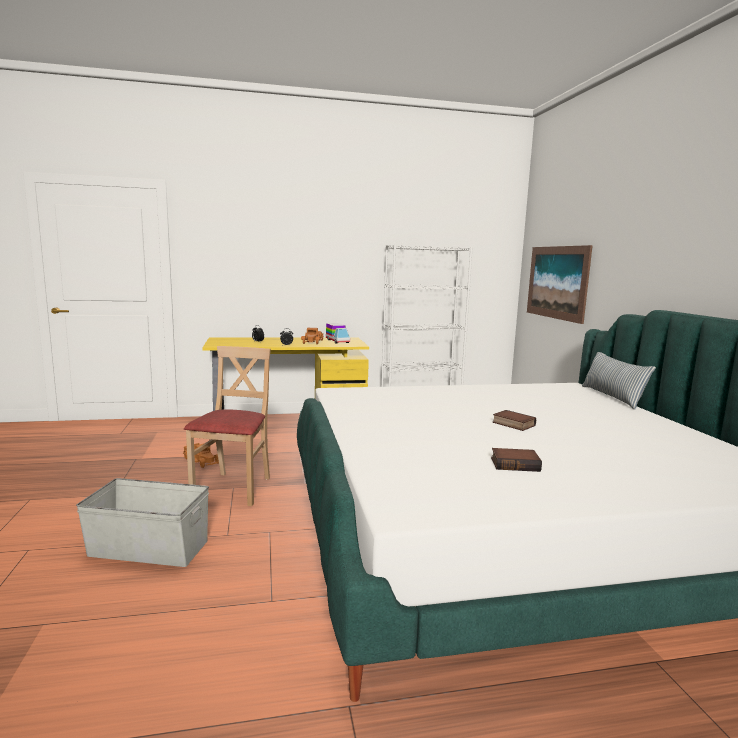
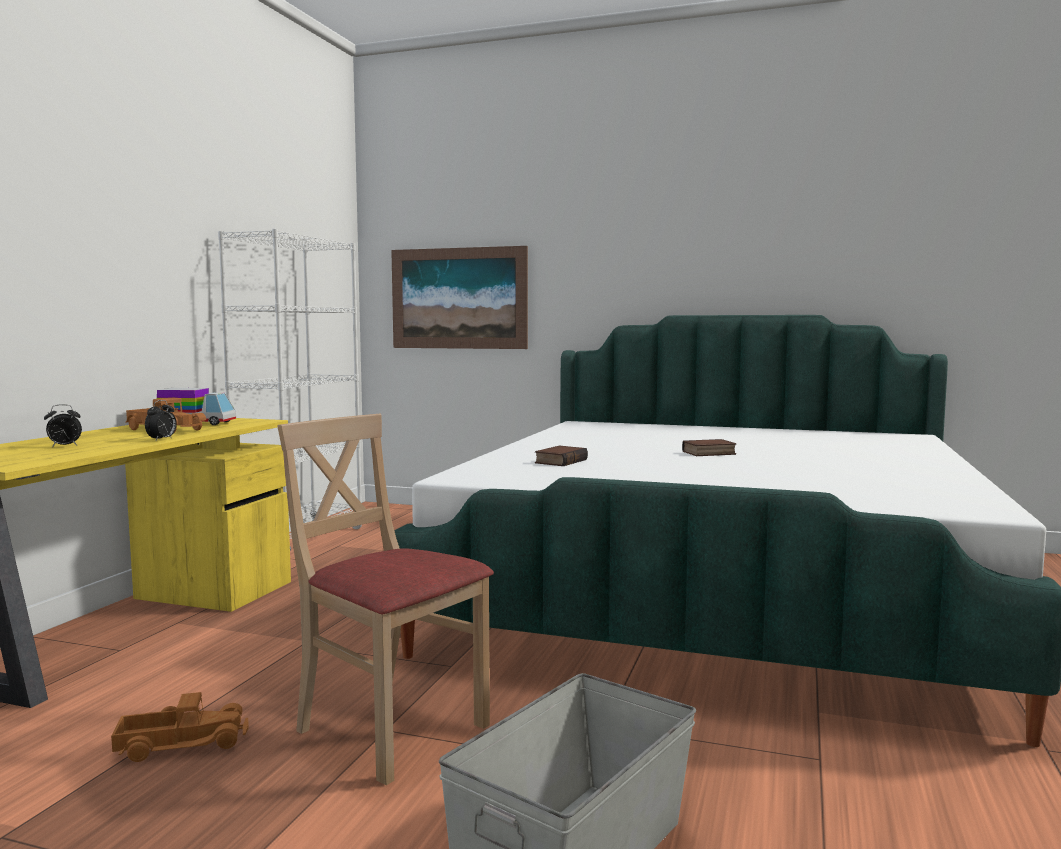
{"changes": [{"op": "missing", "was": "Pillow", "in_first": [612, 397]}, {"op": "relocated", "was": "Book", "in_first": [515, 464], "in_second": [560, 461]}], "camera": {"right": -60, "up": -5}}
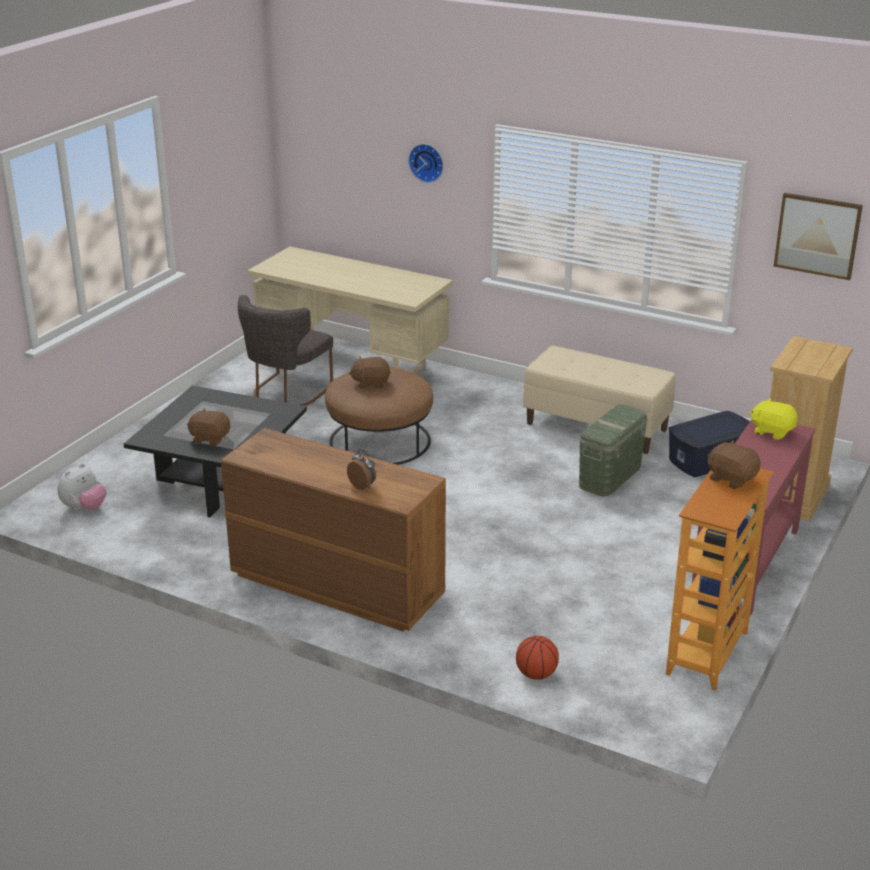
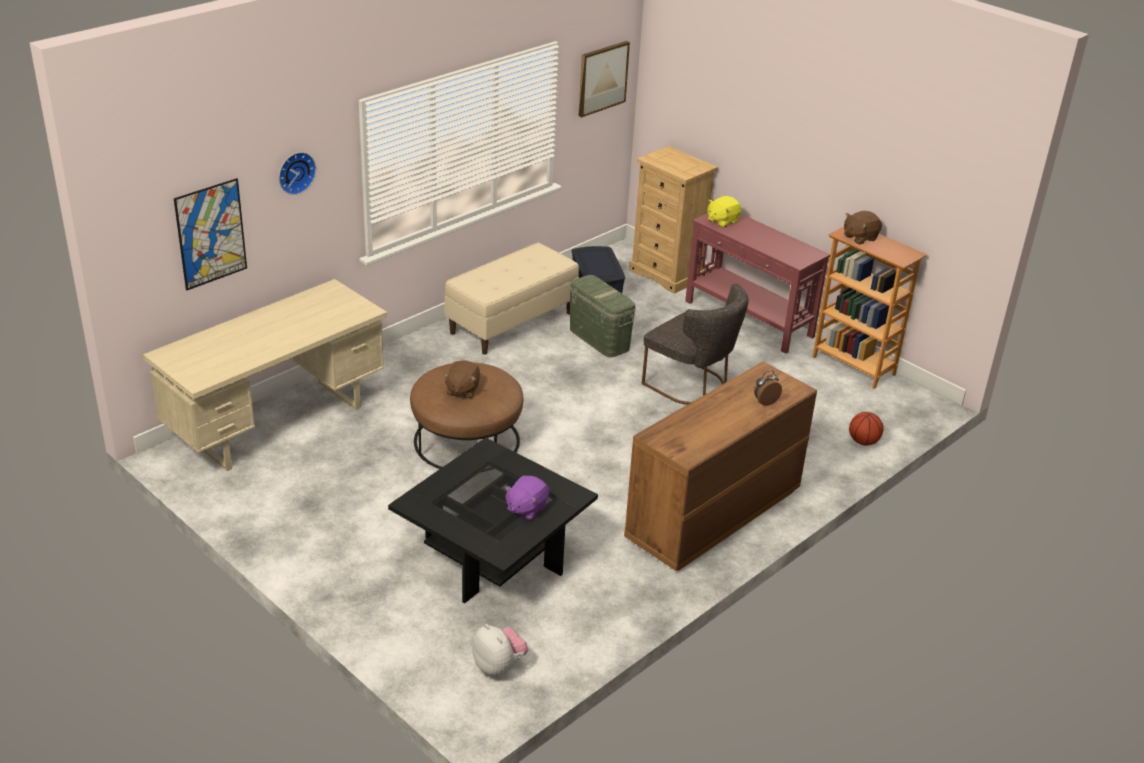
{"changes": [{"op": "relocated", "was": "GreyChair", "in_first": [286, 394], "in_second": [692, 386]}, {"op": "colour", "was": "BrownPlushToy", "now": "PurplePlushToy", "in_first": [210, 439], "in_second": [526, 508]}, {"op": "appeared", "now": "Picture", "in_second": [211, 234]}], "camera": {"right": -75, "up": 5}}
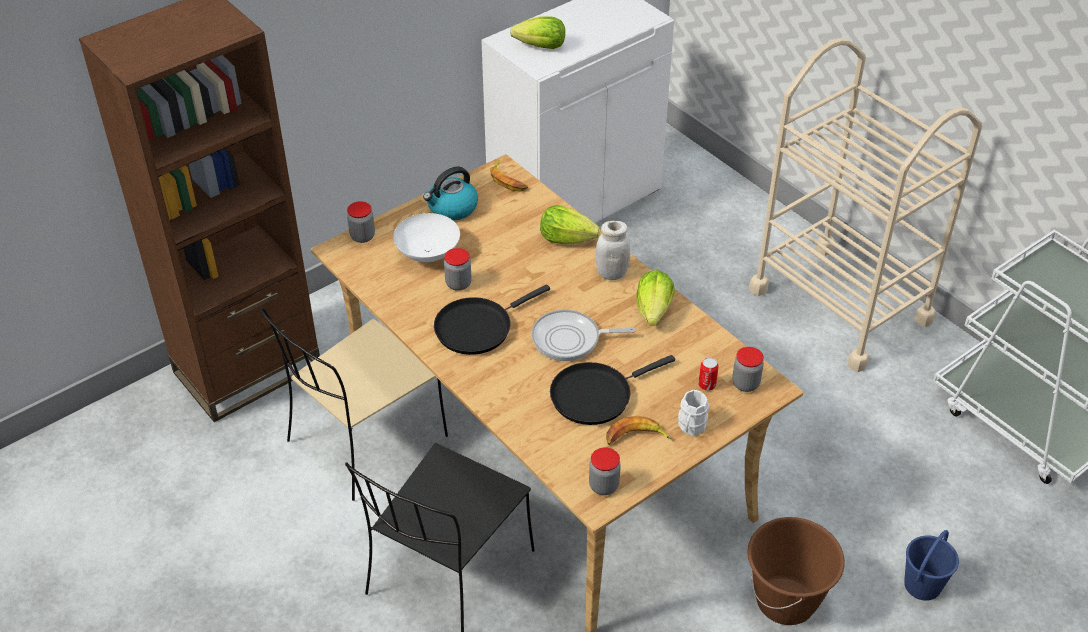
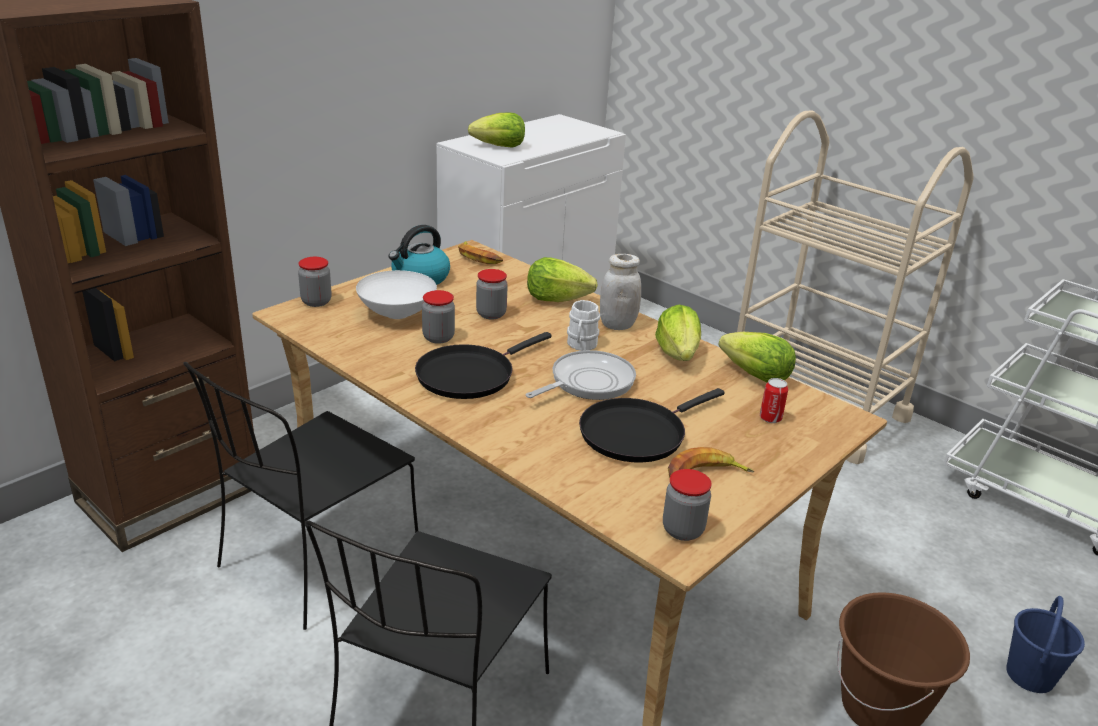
{"changes": [{"op": "colour", "was": "BeigeChair", "now": "BlackChair", "in_first": [364, 441], "in_second": [316, 561]}, {"op": "spun", "was": "FryingPan", "in_first": [570, 339], "in_second": [588, 382], "clockwise": 150}, {"op": "relocated", "was": "Jar", "in_first": [745, 384], "in_second": [491, 314]}, {"op": "relocated", "was": "WhiteMug", "in_first": [690, 427], "in_second": [581, 345]}, {"op": "appeared", "now": "Lettuce", "in_second": [755, 376]}], "camera": {"right": -10, "up": -15}}
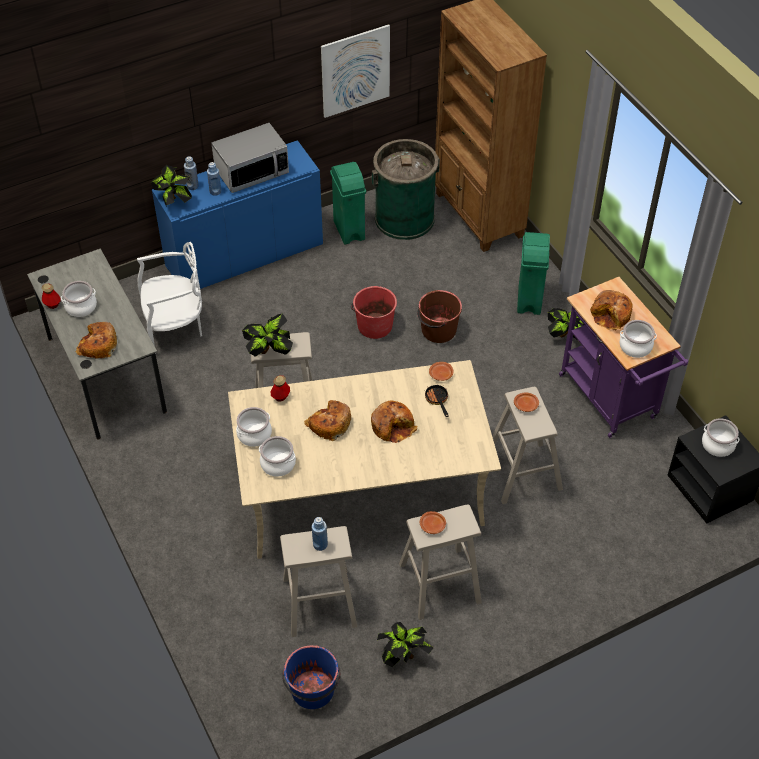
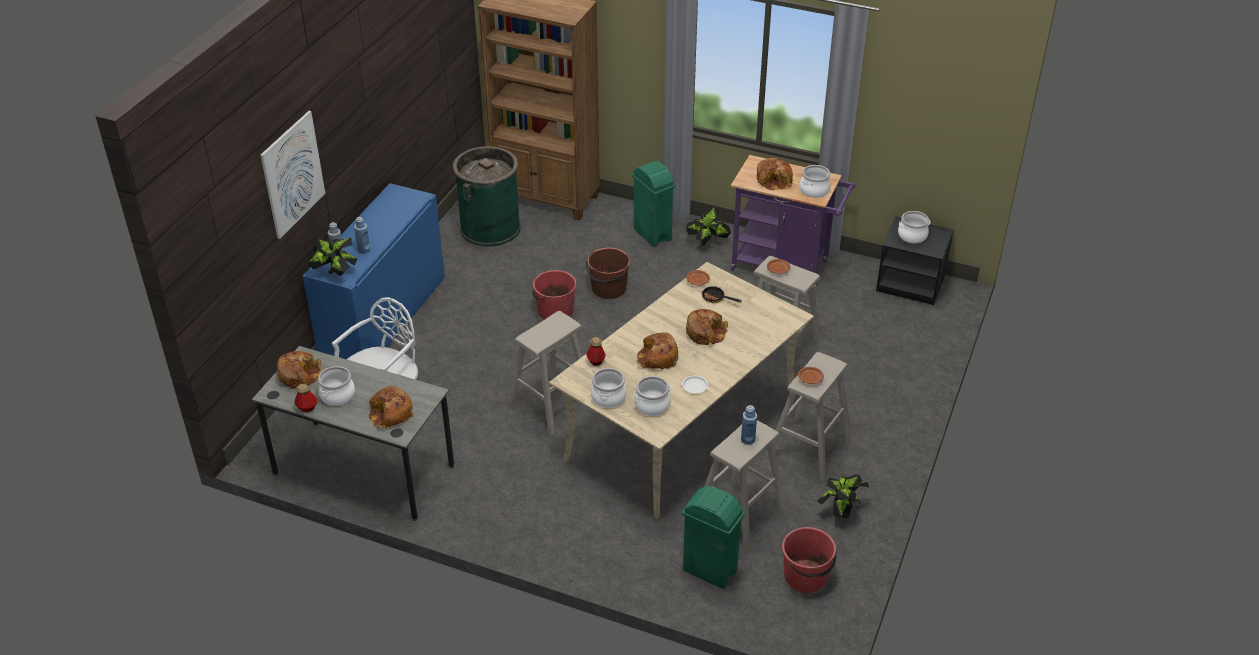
{"changes": [{"op": "relocated", "was": "Picture", "in_first": [355, 71], "in_second": [293, 174]}, {"op": "missing", "was": "Microwave", "in_first": [252, 172]}, {"op": "relocated", "was": "GreenTrashCan", "in_first": [349, 231], "in_second": [710, 571]}, {"op": "missing", "was": "PottedPlant", "in_first": [269, 352]}, {"op": "colour", "was": "BlueBucket", "now": "RedBucket", "in_first": [313, 690], "in_second": [806, 577]}, {"op": "appeared", "now": "Bread", "in_second": [299, 374]}, {"op": "appeared", "now": "WhitePlate", "in_second": [694, 386]}], "camera": {"right": -40, "up": -10}}
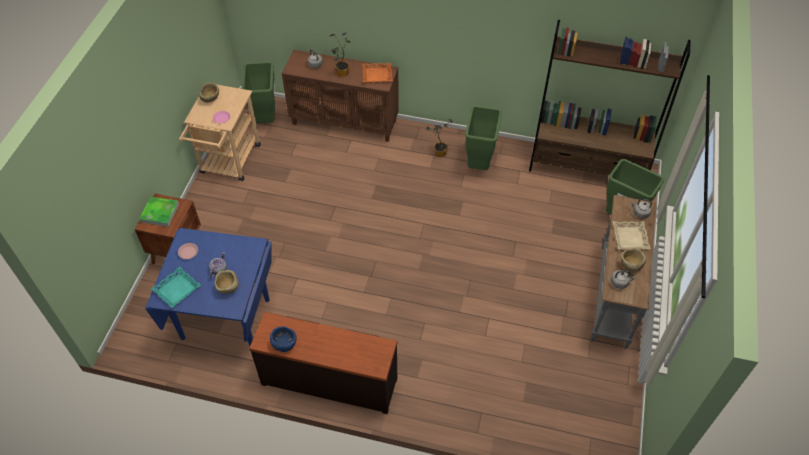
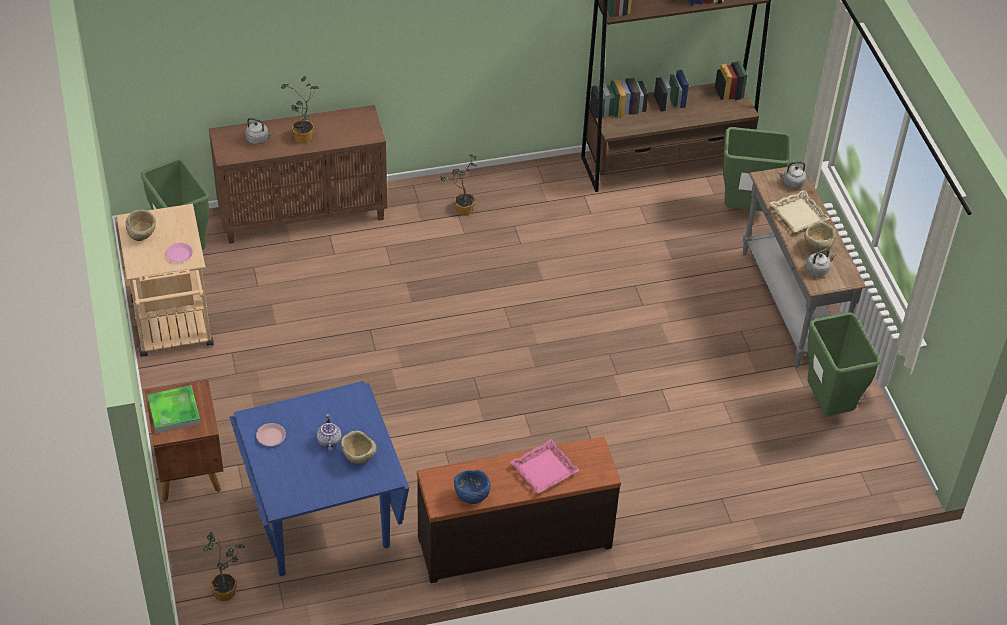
{"changes": [{"op": "missing", "was": "OrangeTray", "in_first": [377, 75]}, {"op": "relocated", "was": "GreenTrashCan", "in_first": [479, 165], "in_second": [828, 406]}, {"op": "missing", "was": "TurquoiseTray", "in_first": [177, 289]}, {"op": "appeared", "now": "PinkTray", "in_second": [544, 470]}, {"op": "appeared", "now": "PottedPlant", "in_second": [227, 590]}], "camera": {"right": -30, "up": -5}}
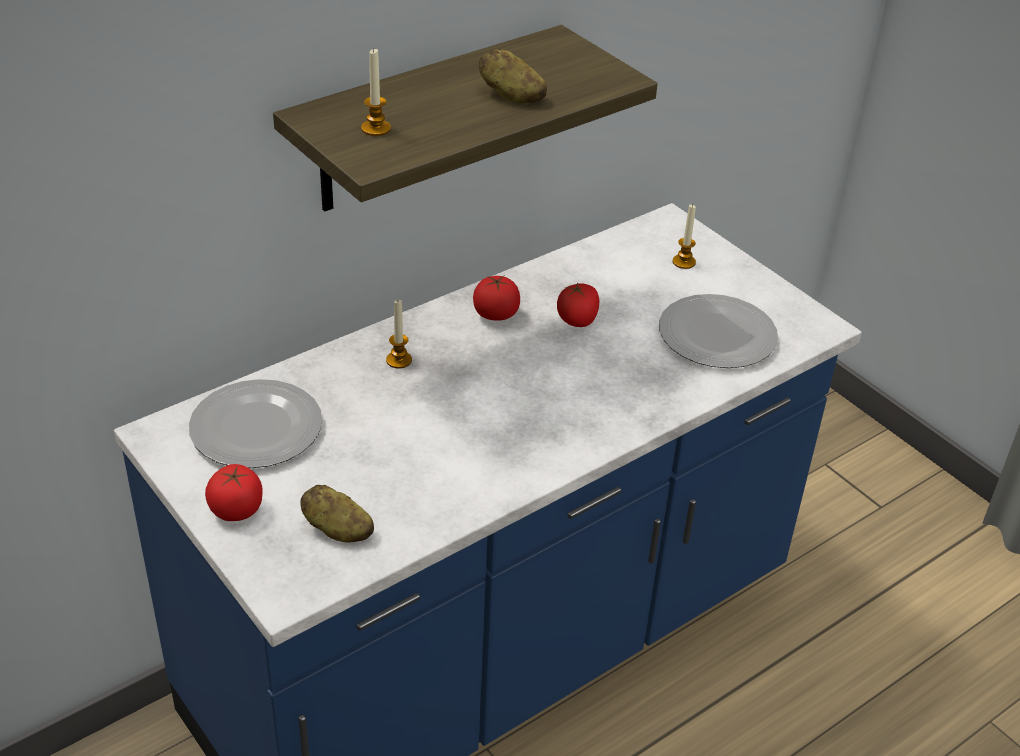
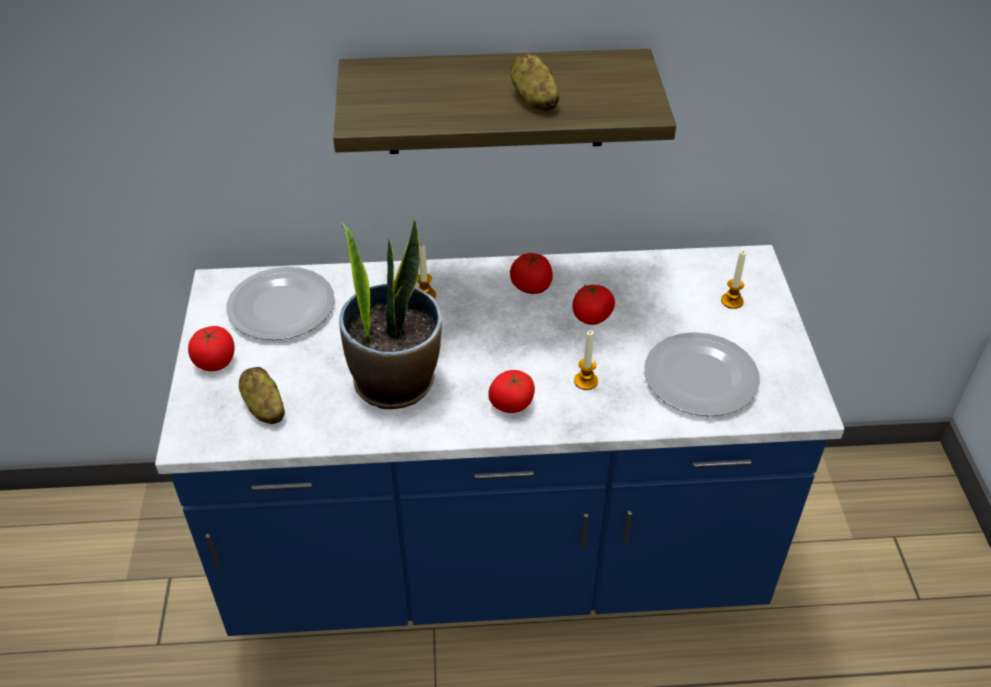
{"changes": [{"op": "relocated", "was": "Candle", "in_first": [376, 128], "in_second": [585, 381]}, {"op": "appeared", "now": "PottedPlant", "in_second": [395, 381]}, {"op": "appeared", "now": "Tomato", "in_second": [511, 404]}], "camera": {"right": 35, "up": 5}}
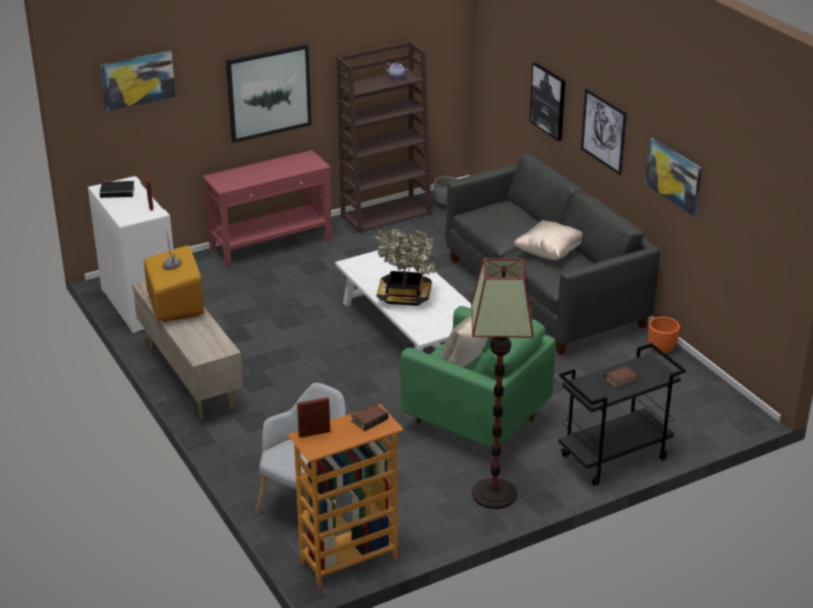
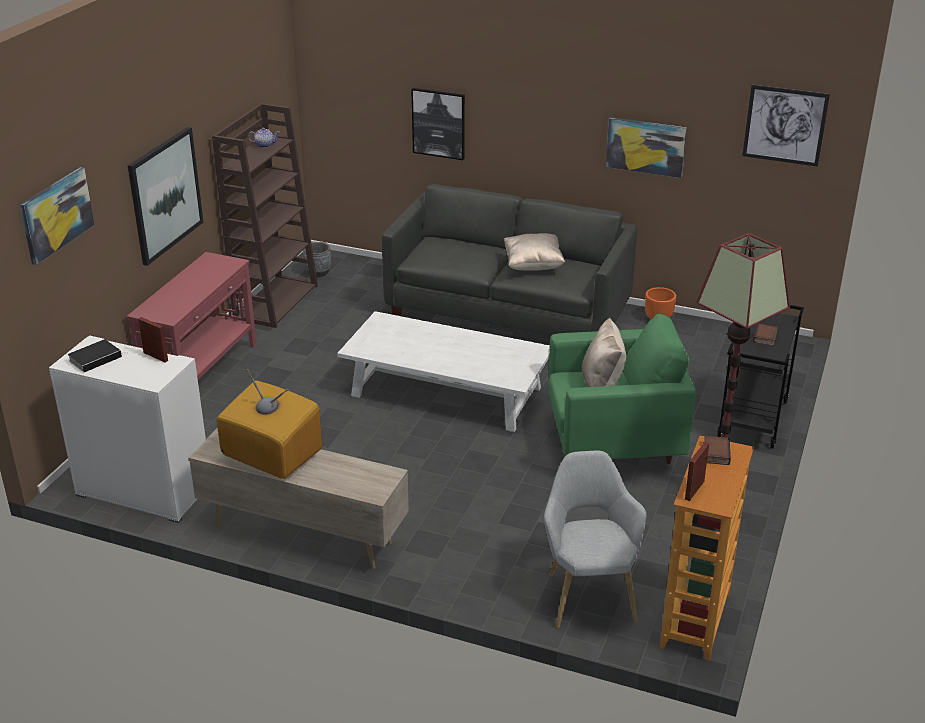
{"changes": [{"op": "relocated", "was": "Picture", "in_first": [603, 131], "in_second": [785, 125]}, {"op": "missing", "was": "PottedPlant", "in_first": [404, 297]}], "camera": {"right": -40, "up": 0}}
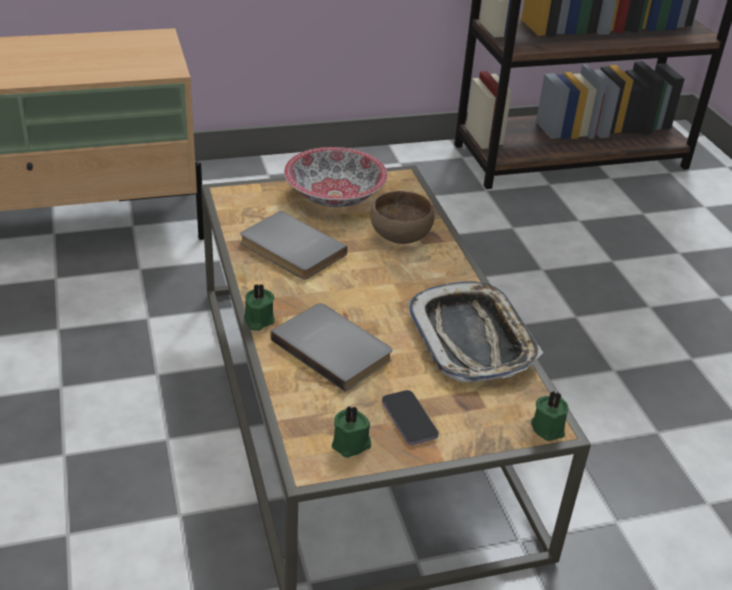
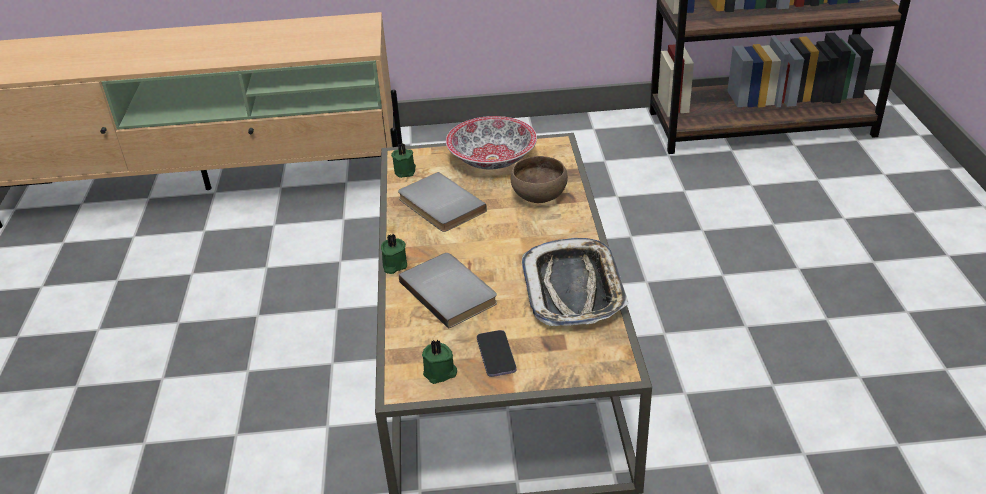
{"changes": [{"op": "relocated", "was": "GreenCandle", "in_first": [548, 427], "in_second": [405, 171]}], "camera": {"right": 15, "up": 0}}
